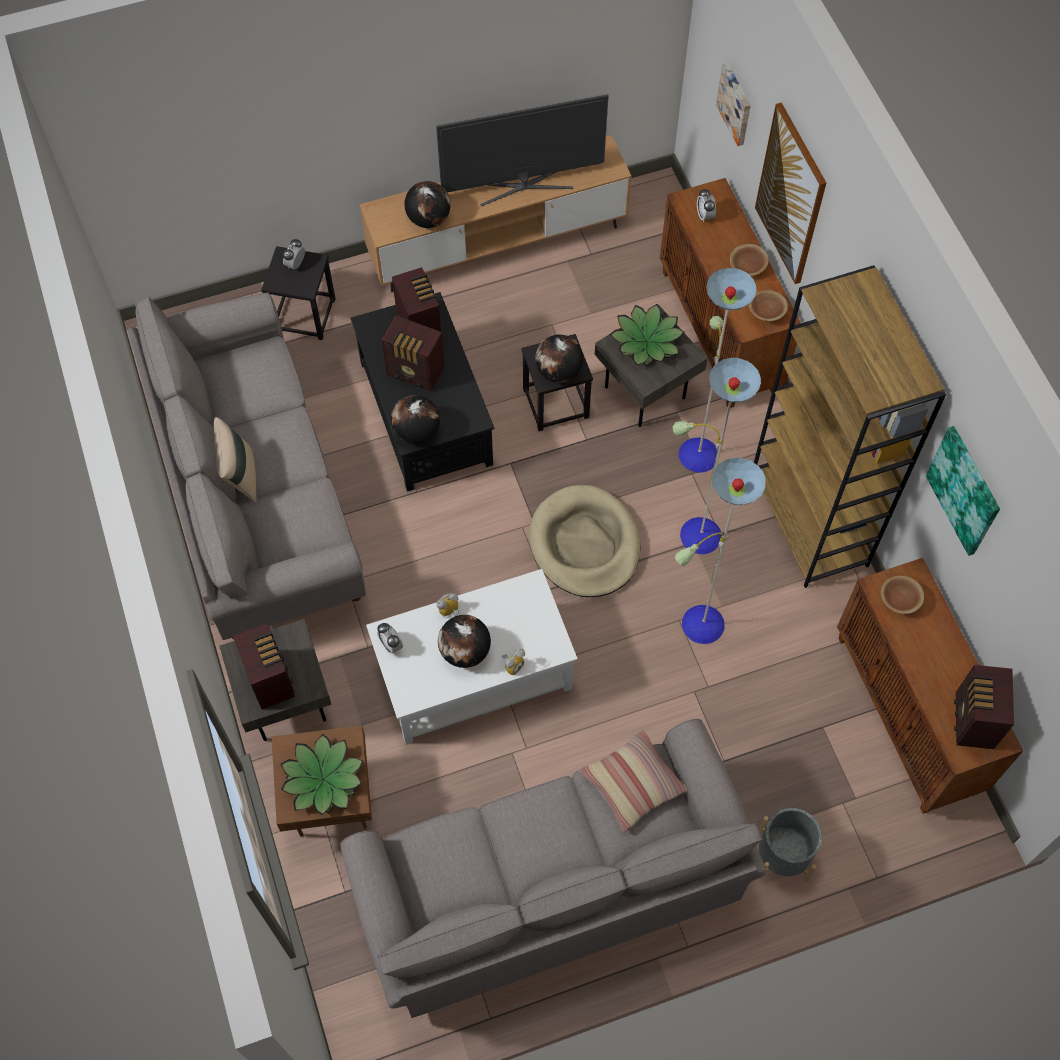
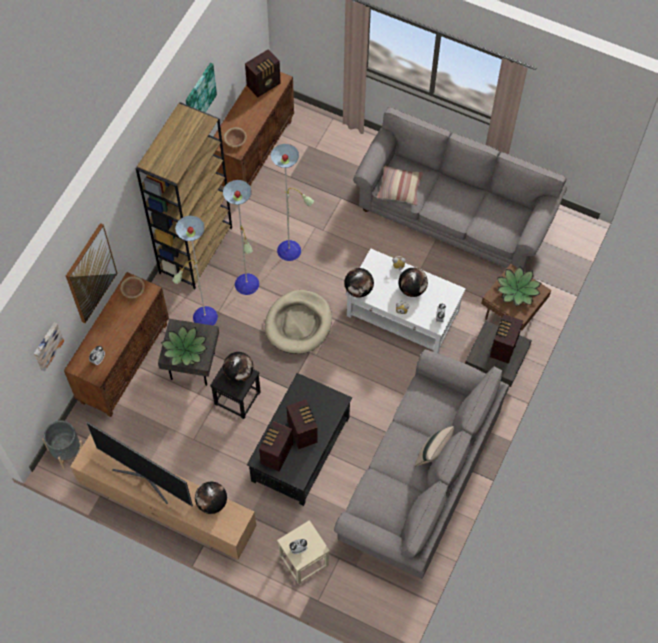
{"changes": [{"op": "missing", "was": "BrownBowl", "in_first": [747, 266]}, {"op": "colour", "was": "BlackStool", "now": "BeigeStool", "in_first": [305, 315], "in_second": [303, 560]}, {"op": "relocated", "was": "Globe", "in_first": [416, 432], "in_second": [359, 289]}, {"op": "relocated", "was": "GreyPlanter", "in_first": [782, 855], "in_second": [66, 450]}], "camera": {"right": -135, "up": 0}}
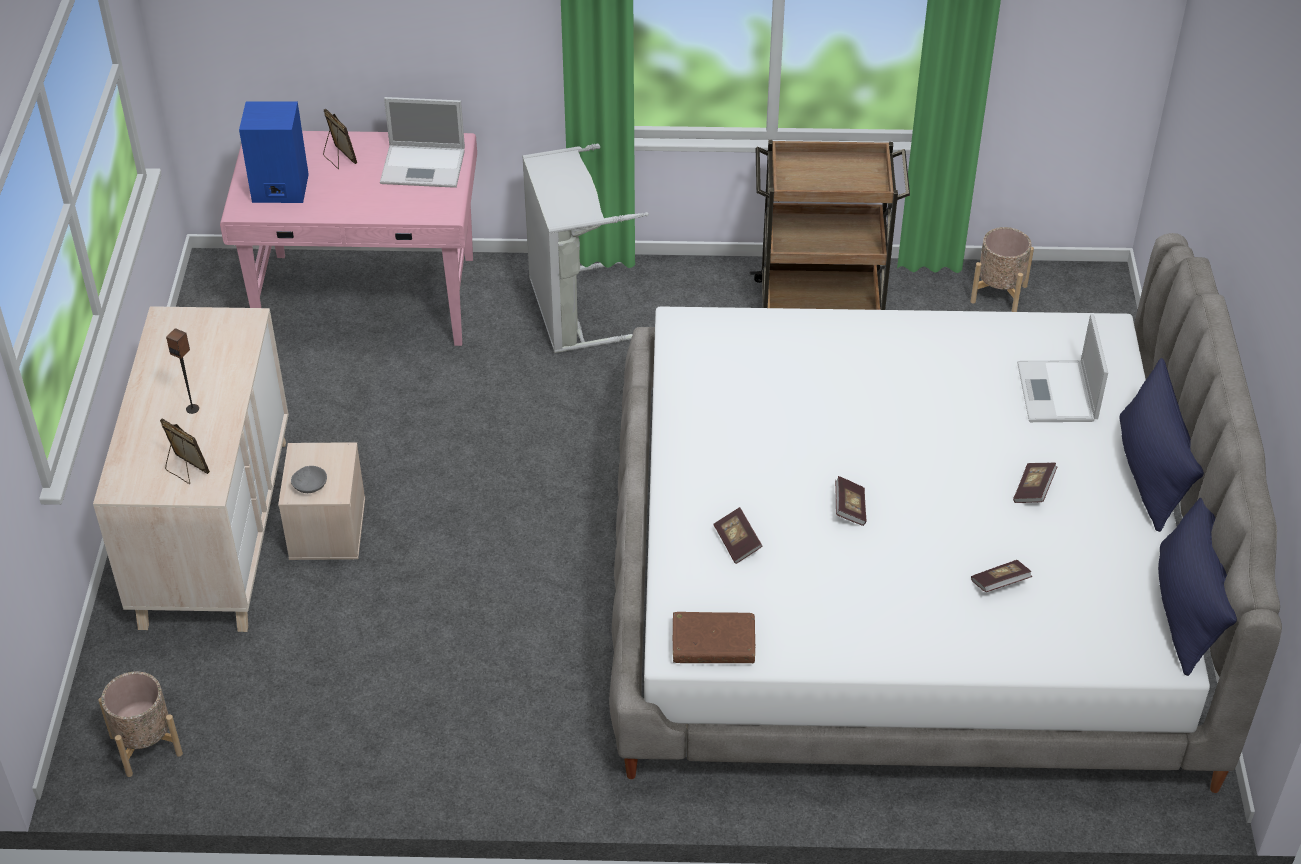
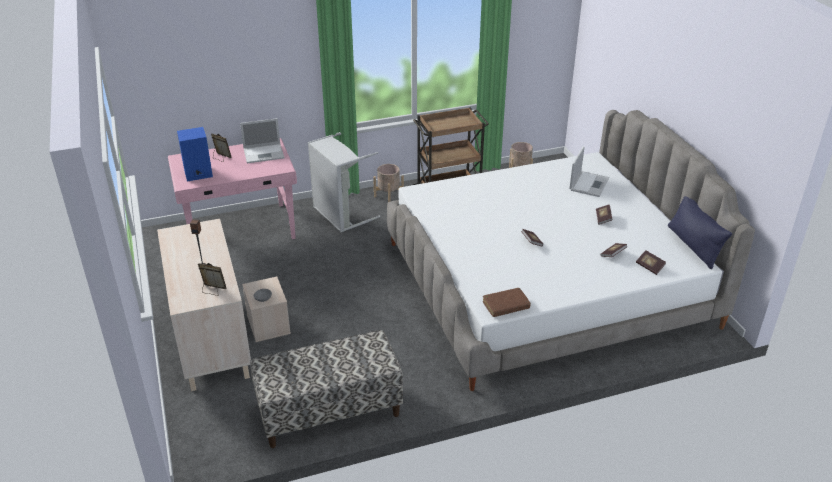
{"changes": [{"op": "spun", "was": "Laptop", "in_first": [1057, 394], "in_second": [589, 184], "clockwise": -135}, {"op": "missing", "was": "BluePillow", "in_first": [1150, 472]}, {"op": "relocated", "was": "Book", "in_first": [737, 543], "in_second": [649, 267]}, {"op": "relocated", "was": "BeigePlanter", "in_first": [146, 745], "in_second": [389, 196]}, {"op": "appeared", "now": "Bench", "in_second": [329, 412]}], "camera": {"right": -20, "up": -10}}
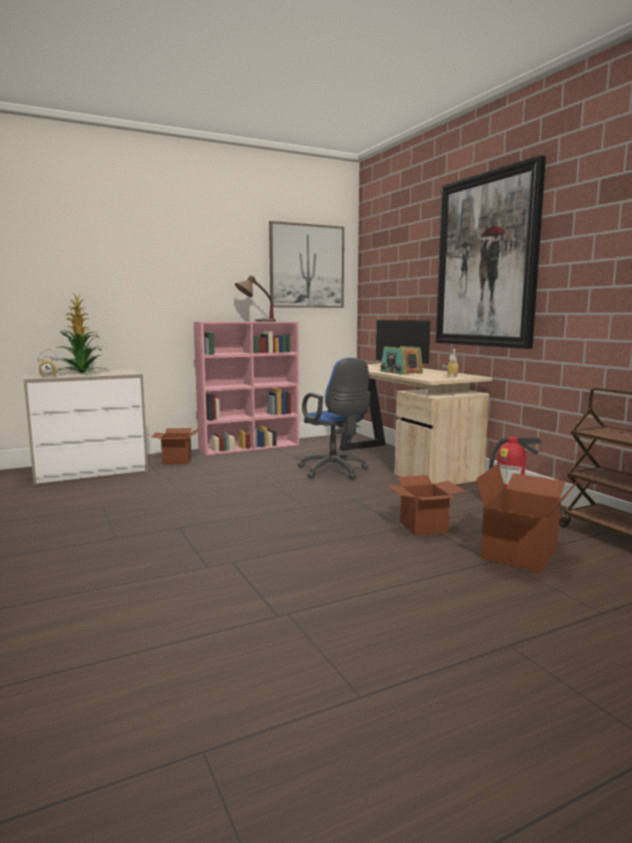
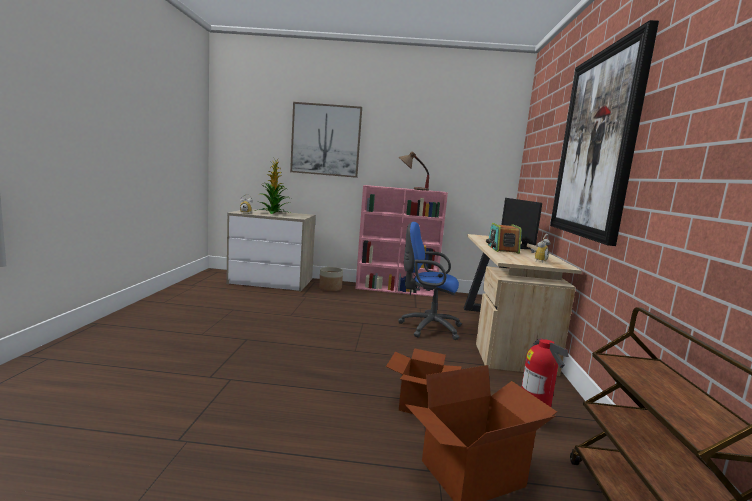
{"changes": [{"op": "relocated", "was": "Picture", "in_first": [307, 266], "in_second": [326, 140]}, {"op": "spun", "was": "BlueOfficeChair", "in_first": [335, 472], "in_second": [427, 327], "clockwise": 105}, {"op": "exchanged", "was": "CardboardBox", "now": "Planter", "in_first": [177, 461], "in_second": [330, 288]}], "camera": {"right": 30, "up": 0}}
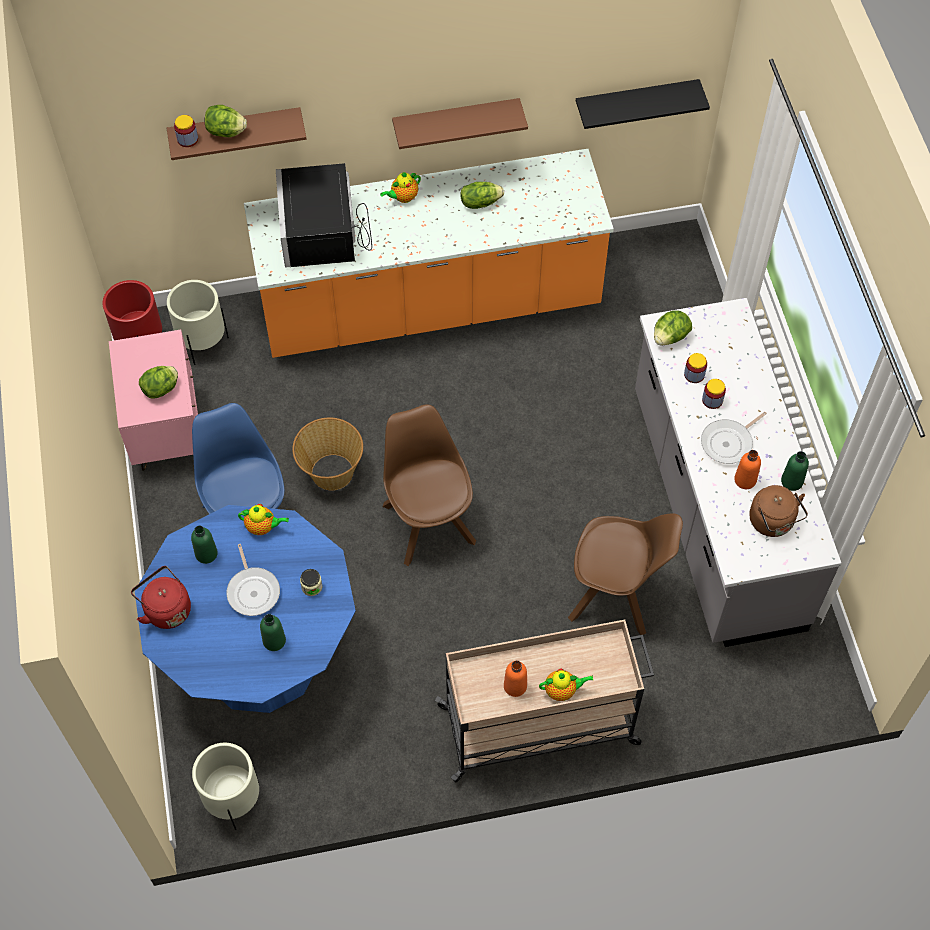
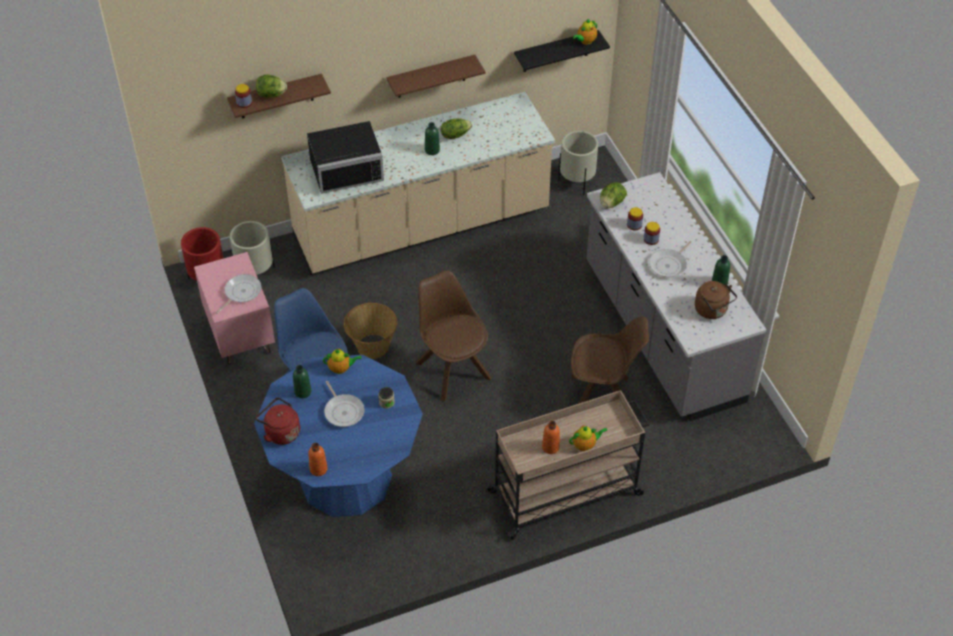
{"changes": [{"op": "colour", "was": "OrangeCounter", "now": "BeigeCounter", "in_first": [430, 305], "in_second": [422, 226]}, {"op": "spun", "was": "BlackMicrowave", "in_first": [325, 232], "in_second": [346, 167], "clockwise": -90}, {"op": "relocated", "was": "Teapot", "in_first": [403, 197], "in_second": [585, 41]}, {"op": "exchanged", "was": "Lettuce", "now": "FryingPan", "in_first": [161, 389], "in_second": [241, 292]}, {"op": "relocated", "was": "OrangeBottle", "in_first": [745, 480], "in_second": [318, 469]}, {"op": "relocated", "was": "GreenBottle", "in_first": [274, 641], "in_second": [432, 150]}, {"op": "relocated", "was": "BeigePlanter", "in_first": [233, 800], "in_second": [576, 182]}], "camera": {"right": -10, "up": -10}}
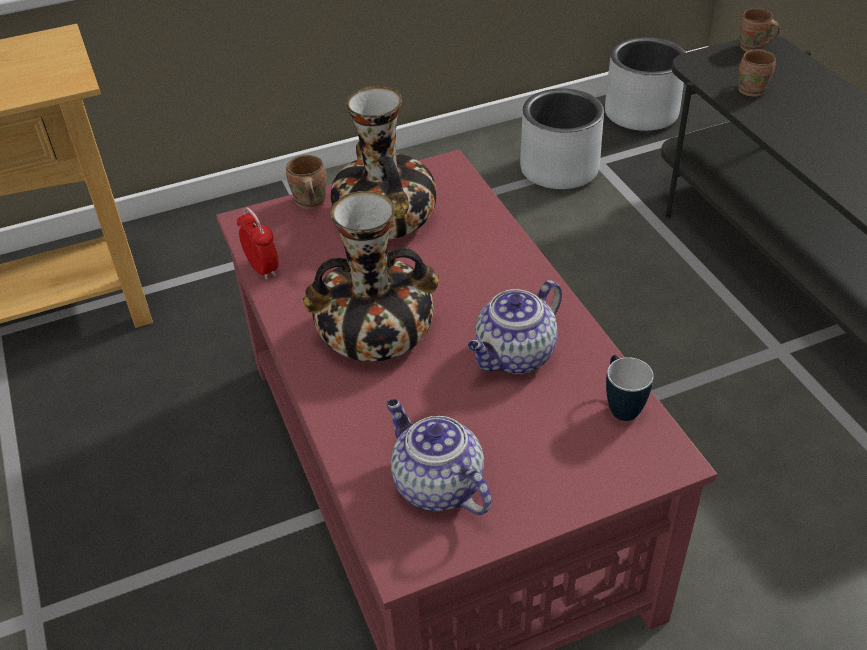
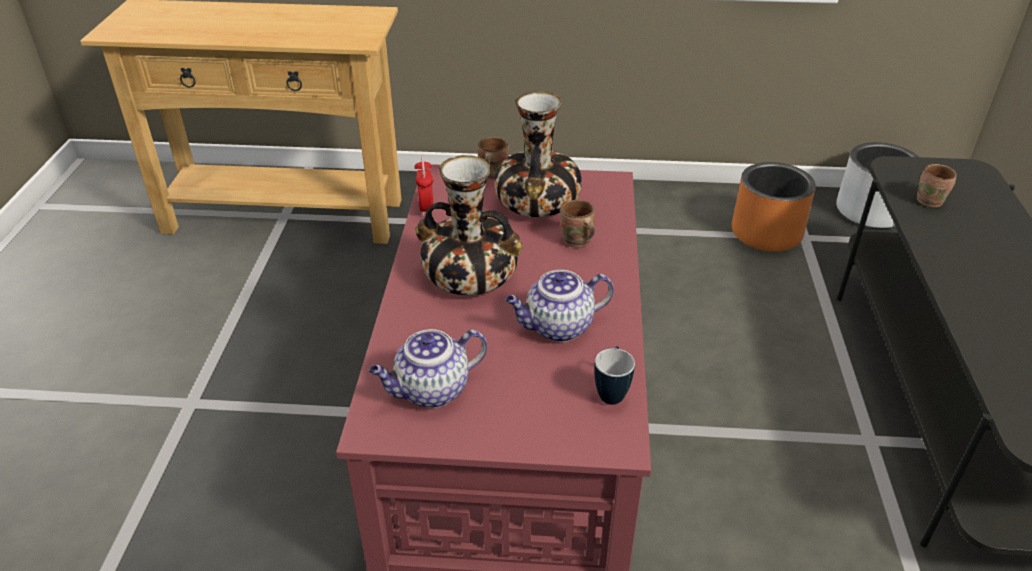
{"changes": [{"op": "relocated", "was": "BrownMug", "in_first": [753, 48], "in_second": [576, 242]}, {"op": "colour", "was": "GreyPlanter", "now": "OrangePlanter", "in_first": [560, 169], "in_second": [767, 233]}, {"op": "spun", "was": "Teapot", "in_first": [436, 485], "in_second": [431, 391], "clockwise": -105}], "camera": {"right": 25, "up": -5}}
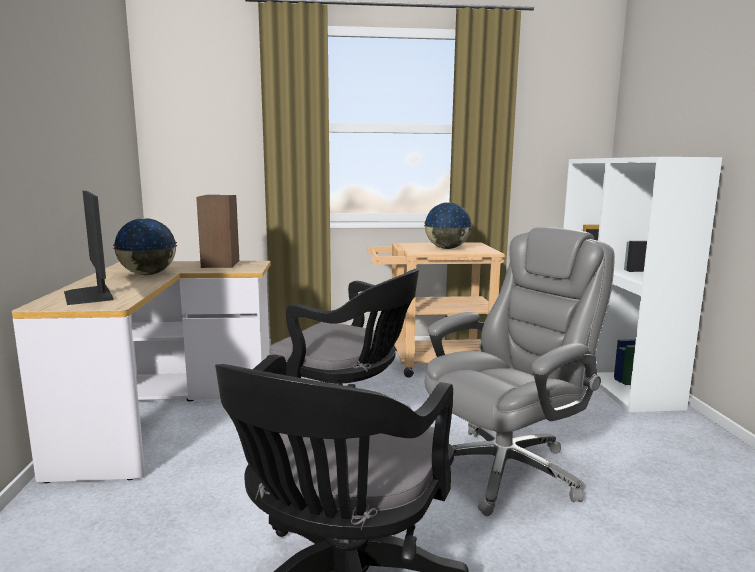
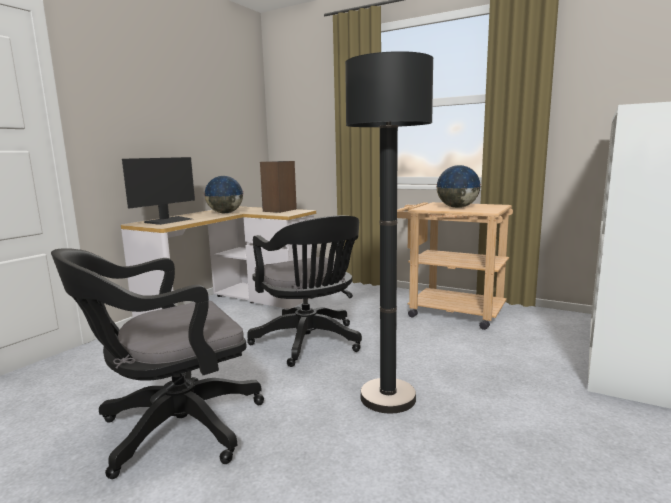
{"changes": [{"op": "spun", "was": "Monitor", "in_first": [90, 295], "in_second": [169, 220], "clockwise": -150}, {"op": "exchanged", "was": "GreyOfficeChair", "now": "BlackFloorLamp", "in_first": [506, 469], "in_second": [388, 397]}], "camera": {"right": 35, "up": 0}}
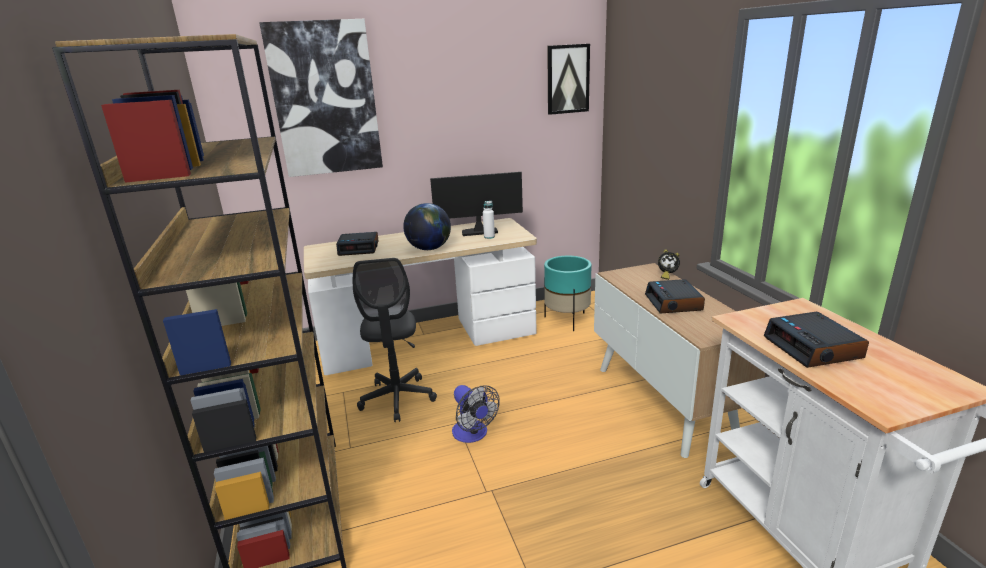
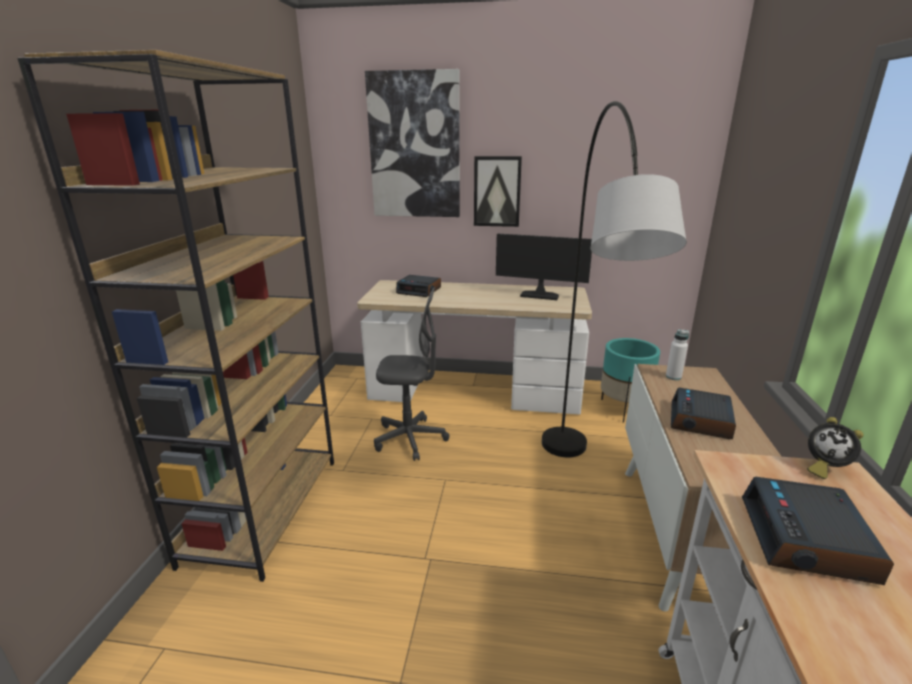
{"changes": [{"op": "relocated", "was": "Picture", "in_first": [567, 79], "in_second": [497, 191]}, {"op": "relocated", "was": "WhiteBottle", "in_first": [489, 237], "in_second": [673, 377]}, {"op": "missing", "was": "Globe", "in_first": [429, 248]}, {"op": "relocated", "was": "AlarmClock", "in_first": [666, 275], "in_second": [823, 468]}, {"op": "spun", "was": "GreyOfficeChair", "in_first": [397, 399], "in_second": [410, 439], "clockwise": -105}, {"op": "missing", "was": "Fan", "in_first": [473, 434]}, {"op": "appeared", "now": "GreyFloorLamp", "in_second": [577, 500]}], "camera": {"right": 25, "up": 0}}
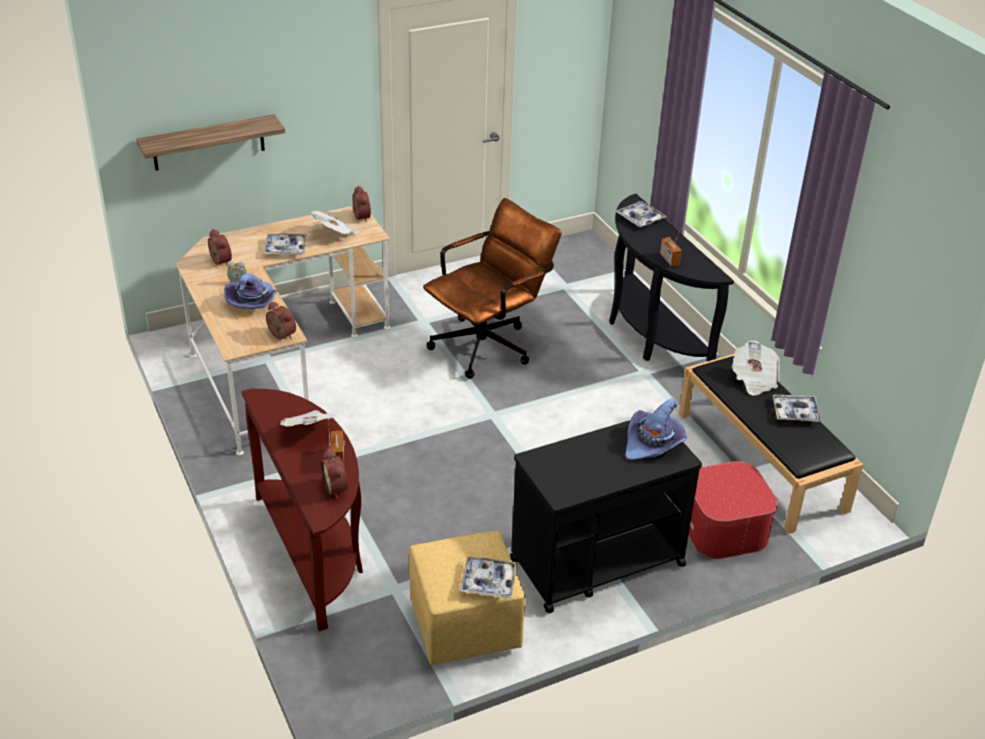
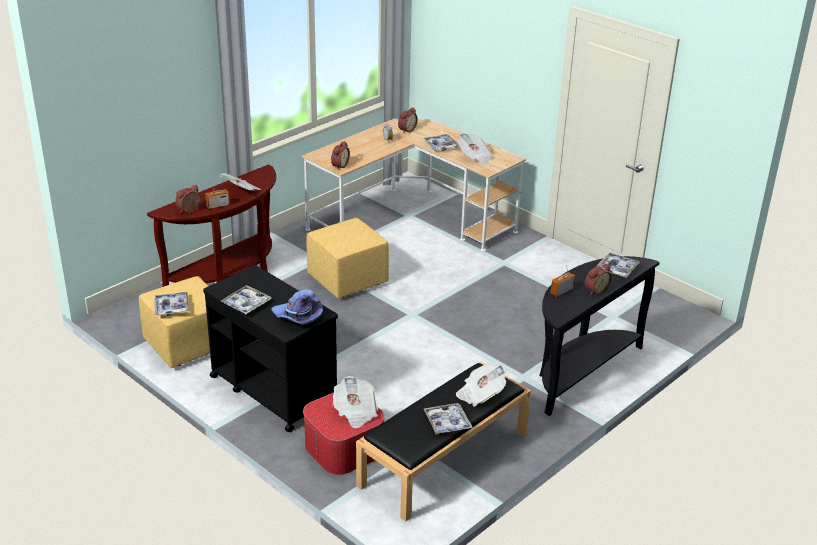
{"changes": [{"op": "missing", "was": "Shelf", "in_first": [208, 143]}, {"op": "relocated", "was": "AlarmClock", "in_first": [360, 217], "in_second": [595, 290]}, {"op": "missing", "was": "BrownOfficeChair", "in_first": [489, 344]}, {"op": "missing", "was": "PurpleHat", "in_first": [253, 301]}, {"op": "appeared", "now": "YellowOttoman", "in_second": [347, 280]}, {"op": "appeared", "now": "Tray", "in_second": [246, 304]}, {"op": "appeared", "now": "Newspaper", "in_second": [355, 412]}], "camera": {"right": 70, "up": -5}}
